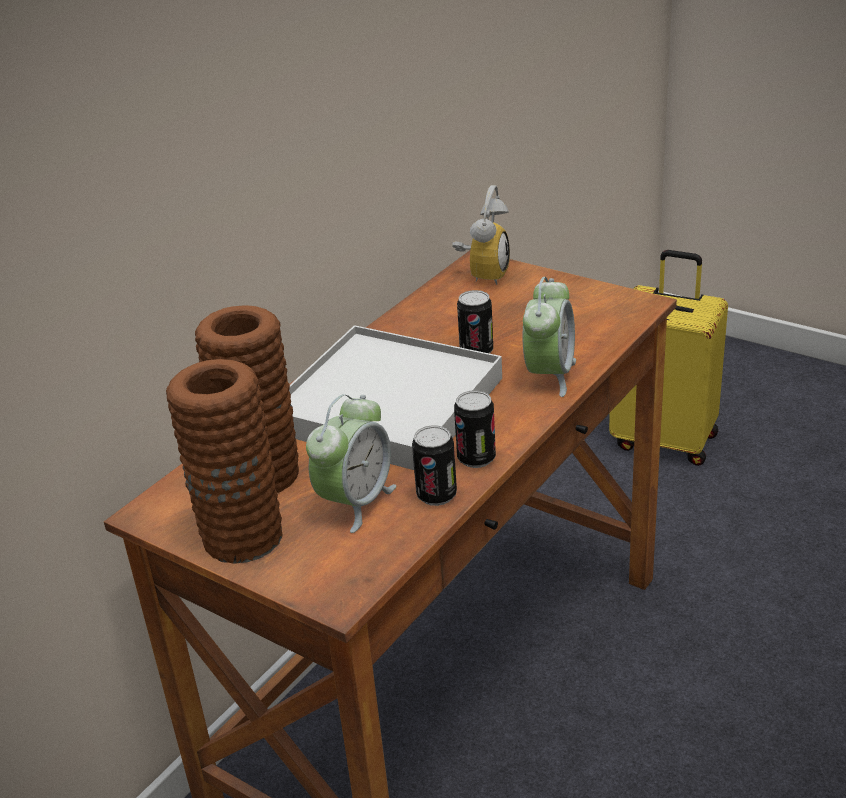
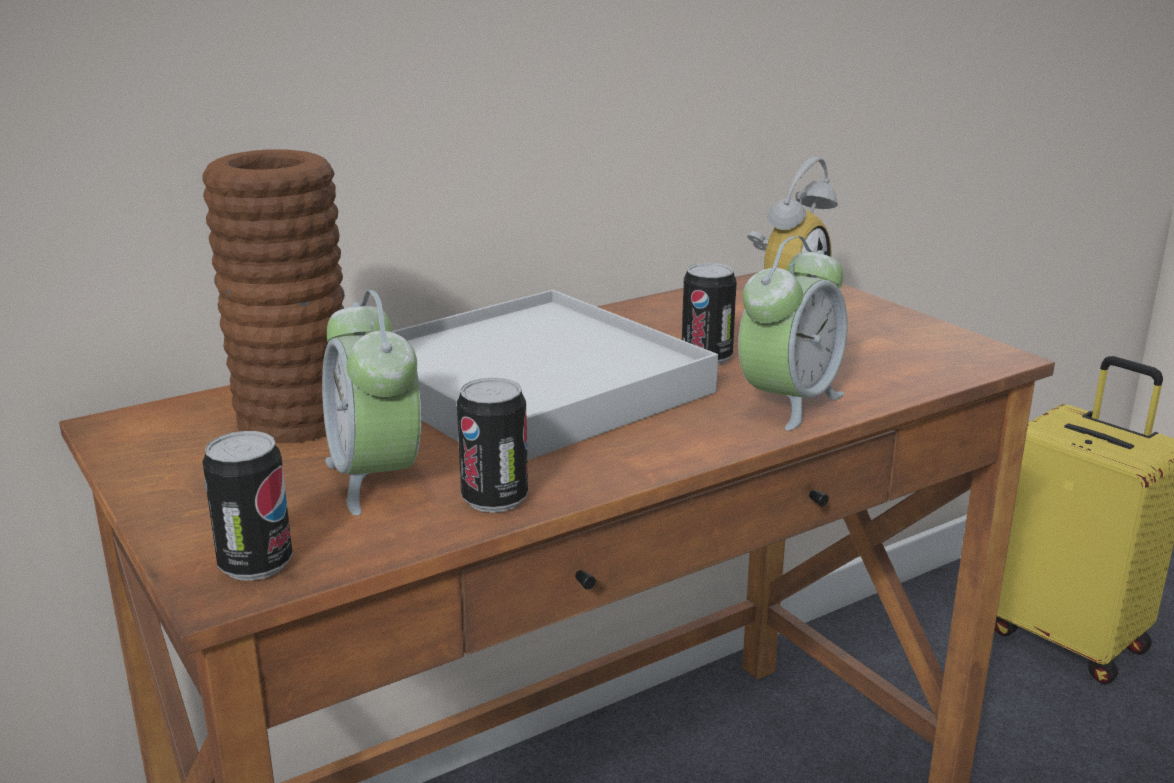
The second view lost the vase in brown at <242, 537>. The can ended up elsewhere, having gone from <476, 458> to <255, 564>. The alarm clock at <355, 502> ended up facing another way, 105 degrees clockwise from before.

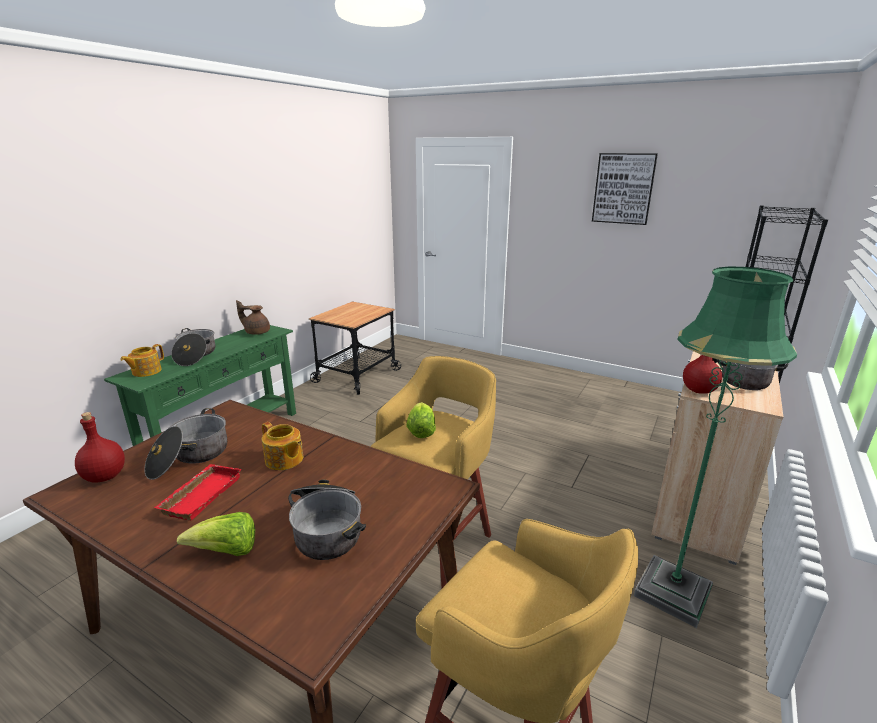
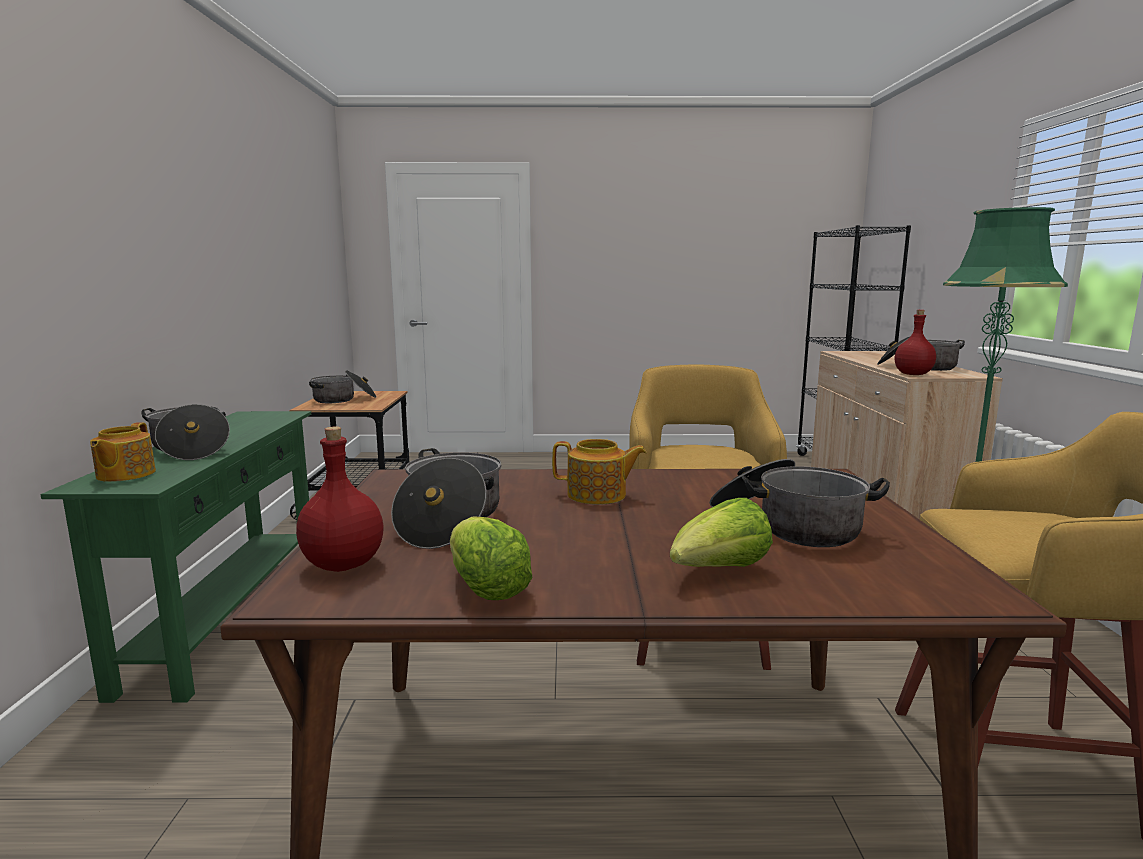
The second view lost the tray in red at <201, 495>. The second view lost the teapot in brown at <256, 332>. The second view lost the picture at <623, 188>. The second view gained the cooking pot at <344, 399>. The lettuce ended up elsewhere, having gone from <421, 431> to <486, 589>.

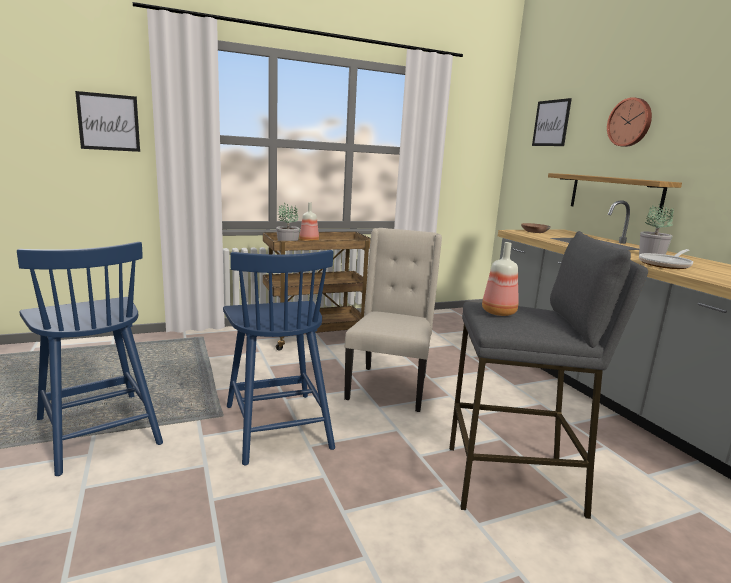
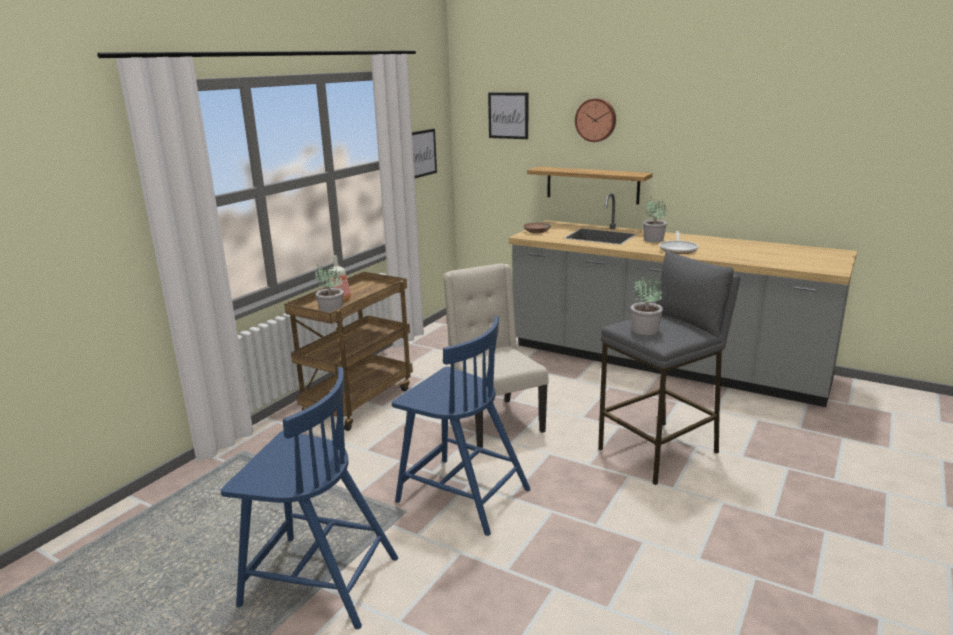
The picture ended up elsewhere, having gone from <109, 122> to <422, 153>. Where the bottle stood at <499, 312>, the potted plant came to stand at <644, 330>.

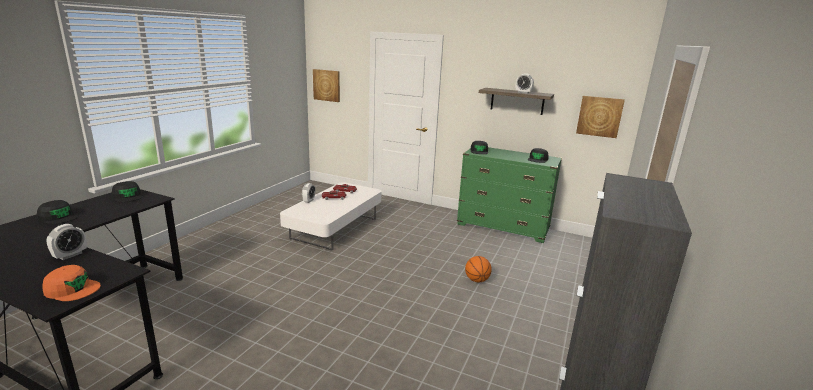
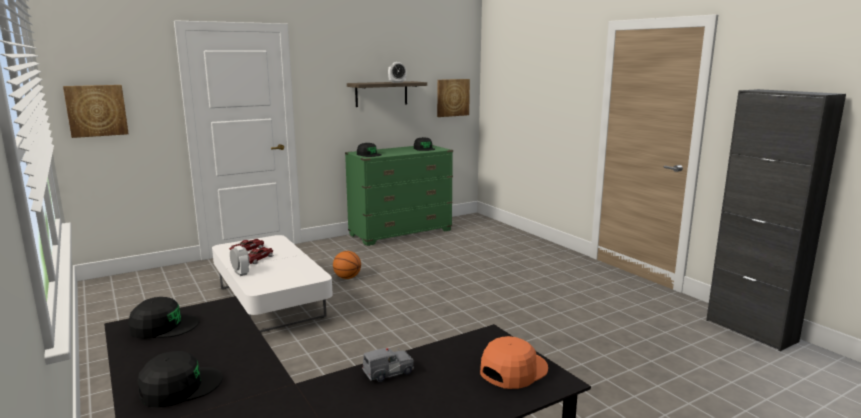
The basketball ended up elsewhere, having gone from <477, 280> to <347, 277>. Where the alarm clock stood at <70, 255>, the toy car in grey came to stand at <389, 373>.

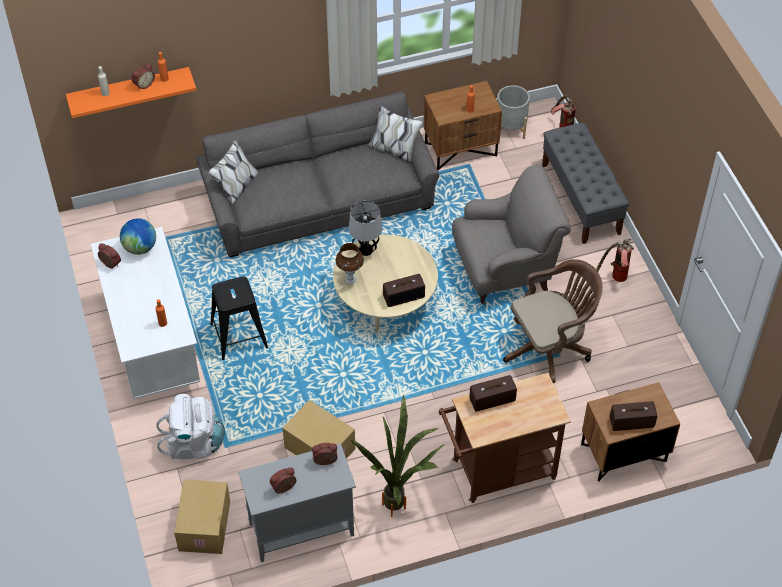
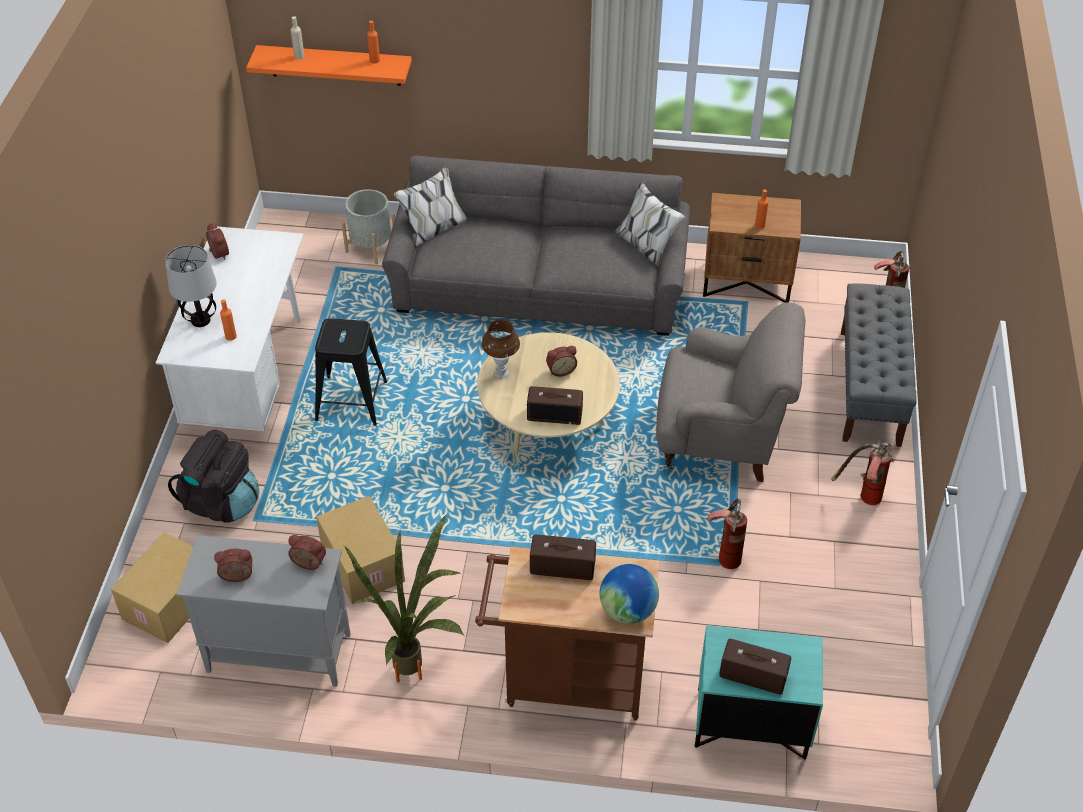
The globe ended up elsewhere, having gone from <140, 247> to <628, 610>. The alarm clock ended up elsewhere, having gone from <143, 84> to <561, 370>. The table lamp ended up elsewhere, having gone from <365, 250> to <201, 320>. The planter in grey ended up elsewhere, having gone from <510, 127> to <371, 247>. Where the office chair in brown stood at <550, 348>, the fire extinguisher came to stand at <726, 552>. What was the backpack in white at <194, 443> turned into the backpack in black at <221, 502>. What was the nightstand in brown at <623, 454> turned into the nightstand in turquoise at <750, 725>.

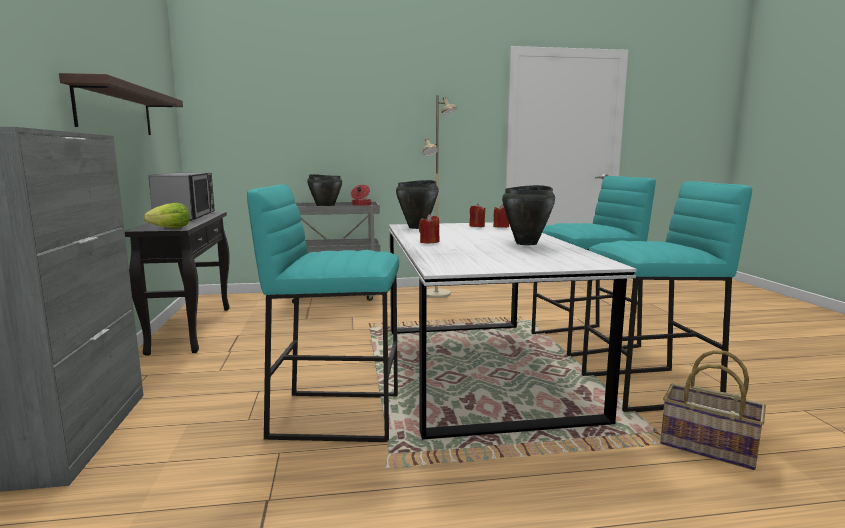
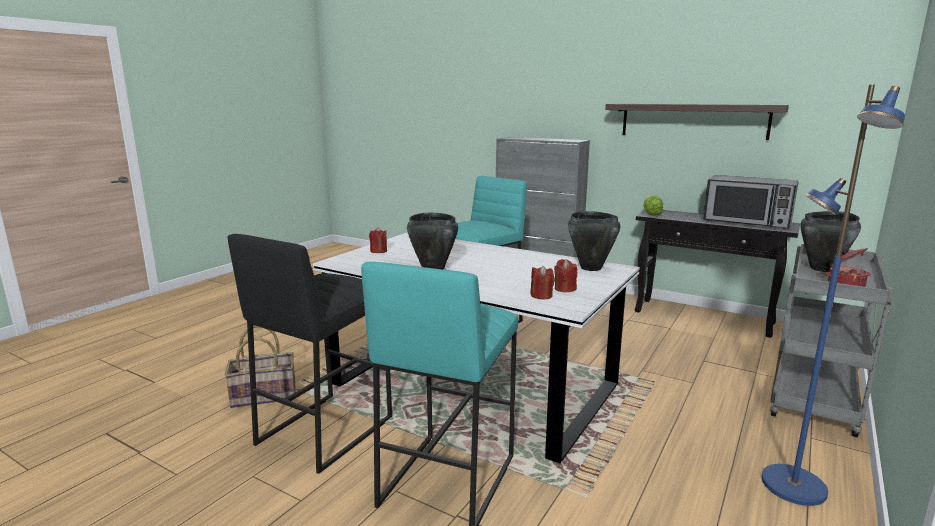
The candle in red ended up elsewhere, having gone from <429, 242> to <378, 251>. What was the floor lamp in beige at <437, 294> turned into the floor lamp in blue at <792, 486>. What was the stool in turquoise at <649, 390> turned into the stool in black at <324, 430>.

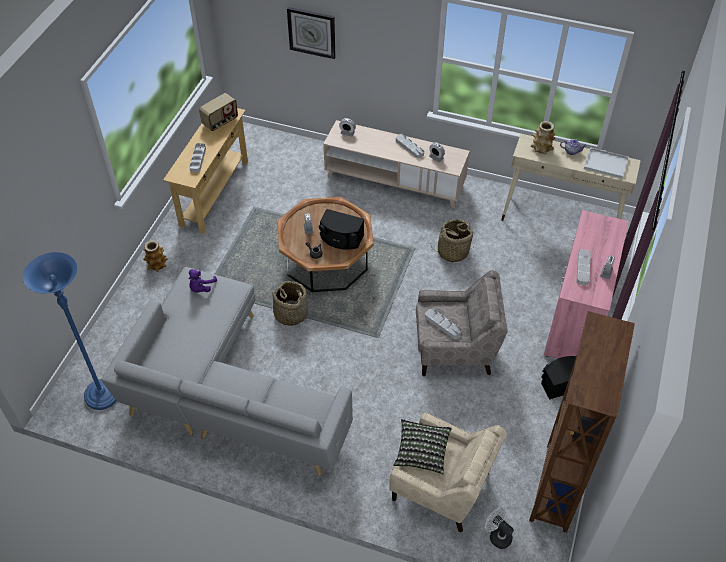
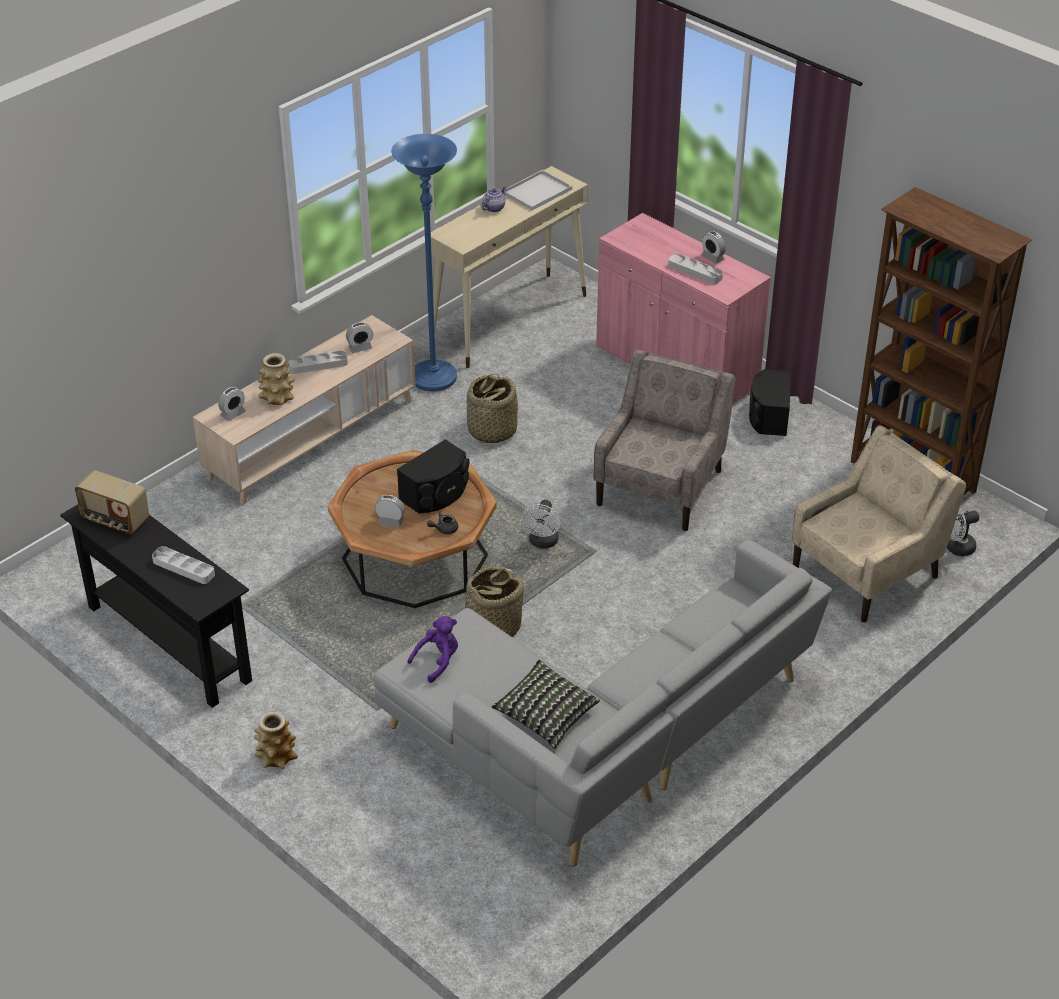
The second view lost the wall clock at <312, 32>. The second view lost the tray in grey at <442, 325>. The second view gained the fan in white at <542, 543>. The floor lamp in blue ended up elsewhere, having gone from <102, 395> to <433, 378>. The pillow ended up elsewhere, having gone from <422, 451> to <546, 715>. The vase ended up elsewhere, having gone from <541, 148> to <277, 398>. What was the console table in beige at <214, 193> turned into the console table in black at <168, 644>. The plush toy in purple at <201, 288> ended up facing another way, 90 degrees counterclockwise from before. The radio at <220, 122> ended up facing another way, 135 degrees clockwise from before.

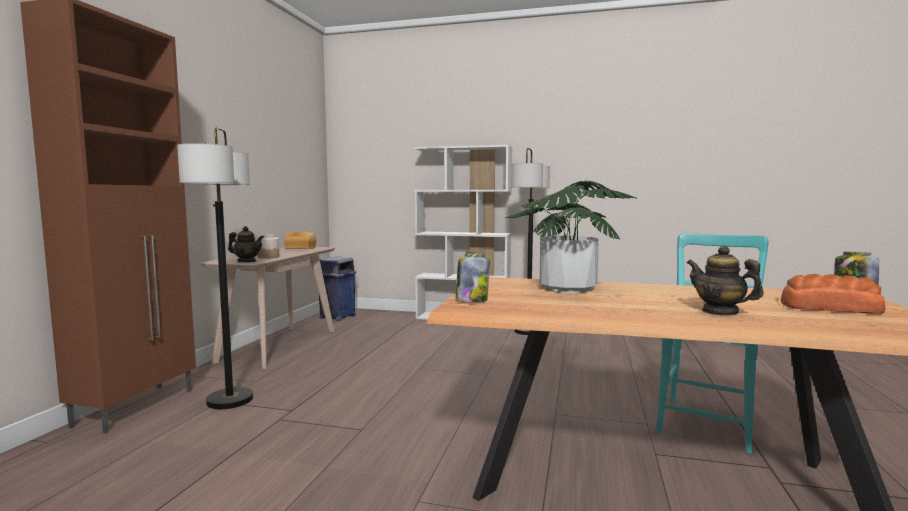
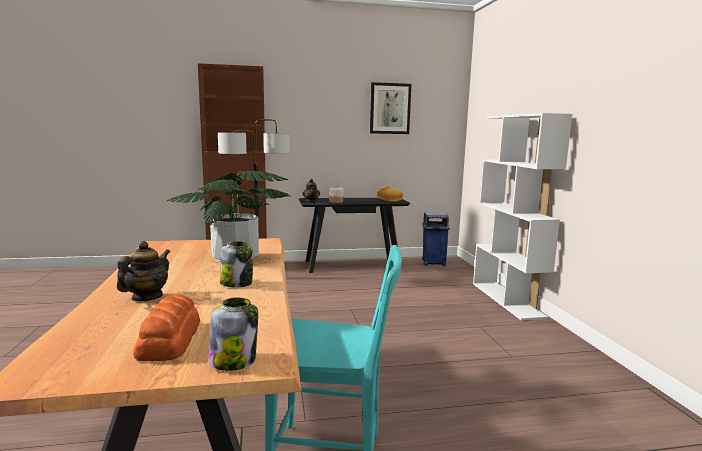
The second view lost the floor lamp at <528, 331>. The second view gained the picture at <390, 108>. The jar ended up elsewhere, having gone from <471, 300> to <237, 283>. What was the console table in beige at <279, 345> turned into the console table in black at <352, 265>.

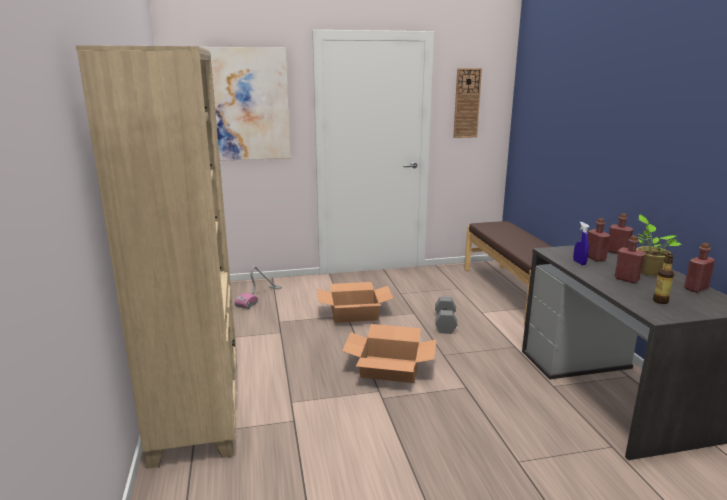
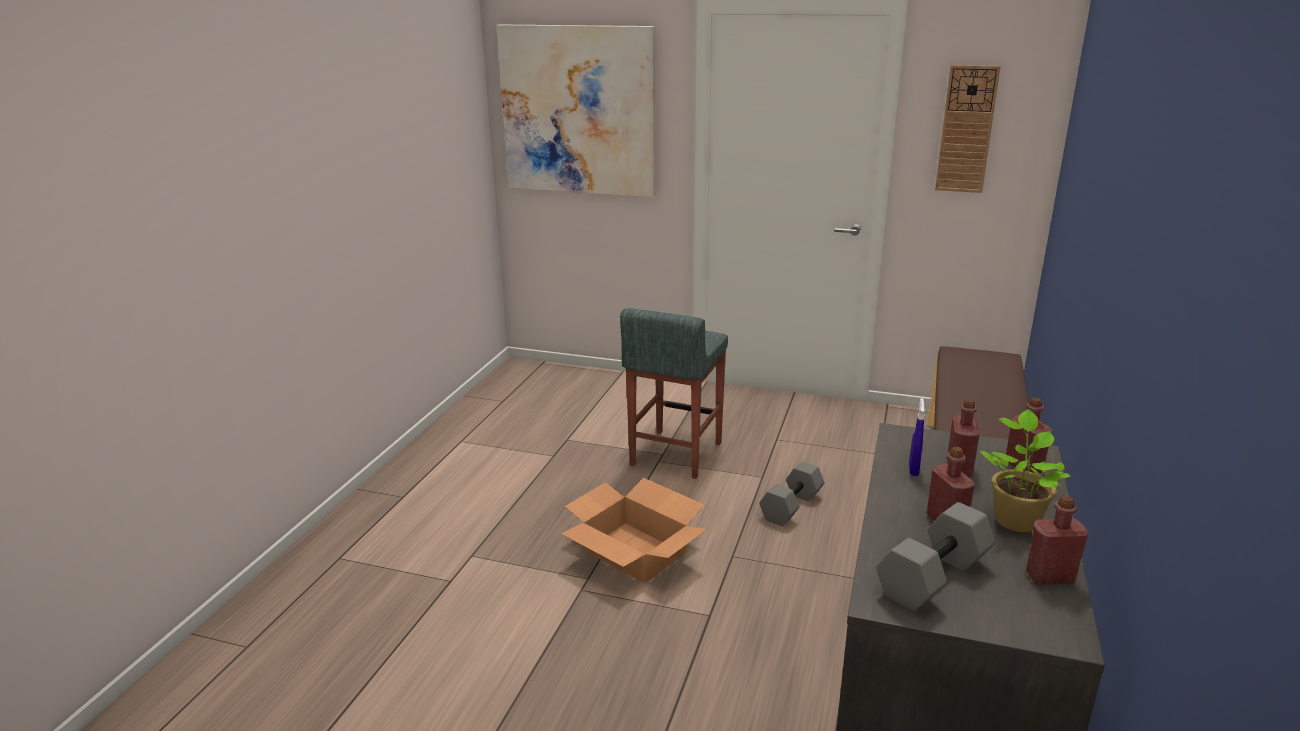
The second view lost the bookcase in beige at <199, 410>. The second view lost the vacuum cleaner at <259, 297>. Where the cardboard box stood at <354, 313>, the stool in grey came to stand at <675, 454>. Where the bottle stood at <660, 301>, the dumbbell in grey came to stand at <934, 579>.

